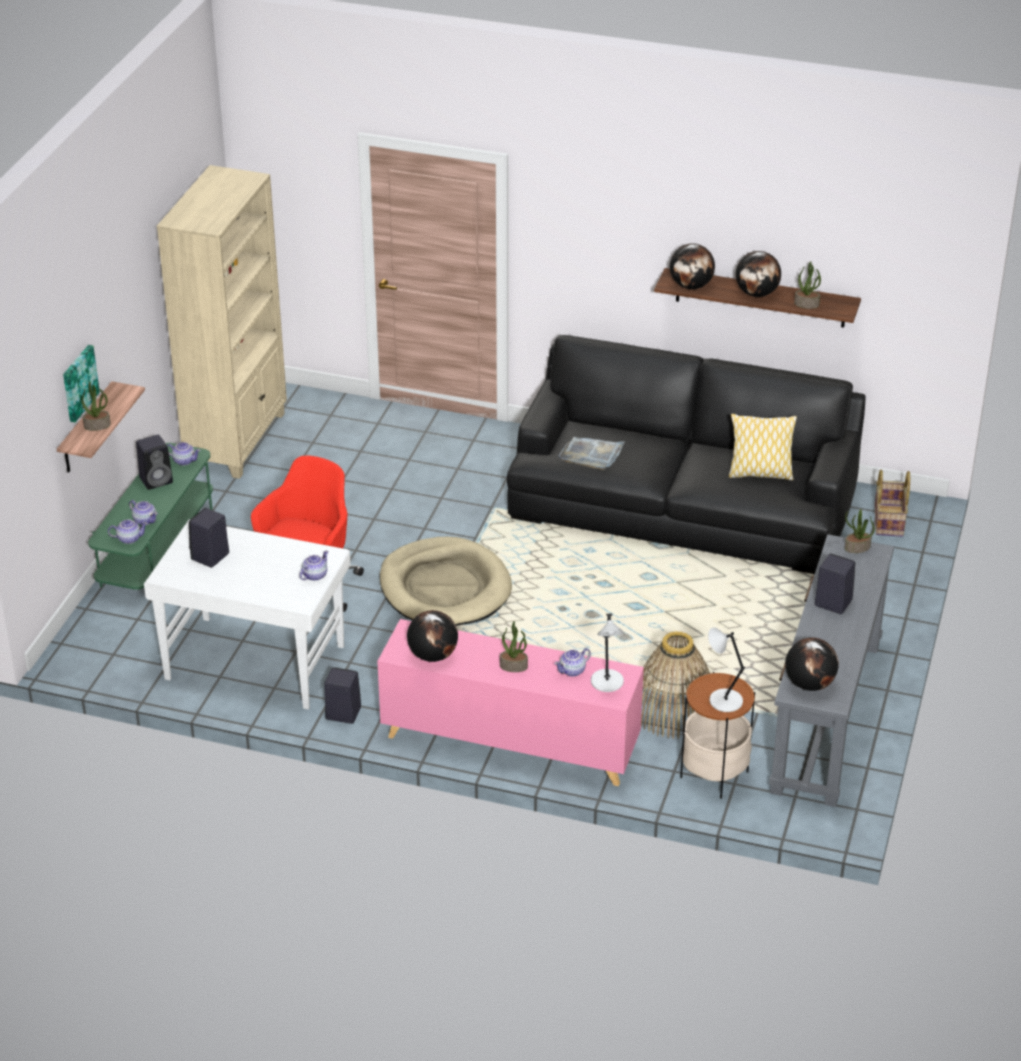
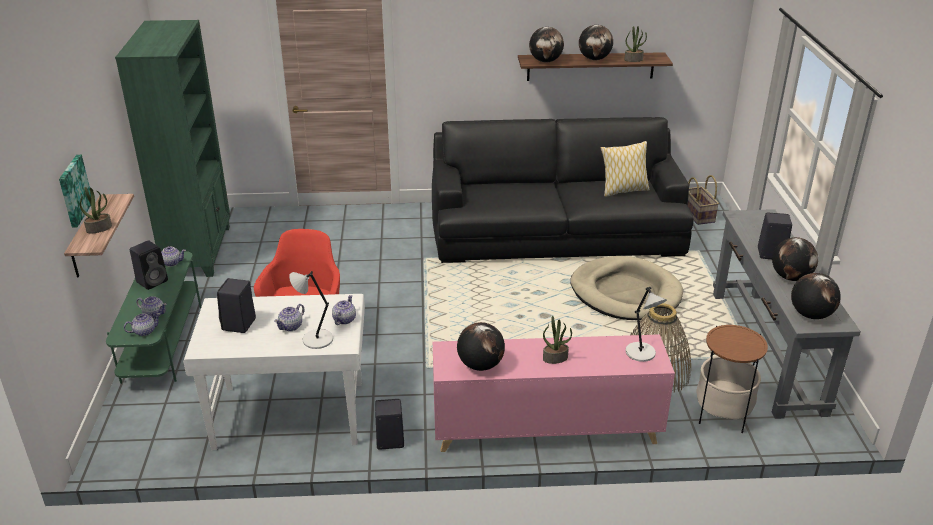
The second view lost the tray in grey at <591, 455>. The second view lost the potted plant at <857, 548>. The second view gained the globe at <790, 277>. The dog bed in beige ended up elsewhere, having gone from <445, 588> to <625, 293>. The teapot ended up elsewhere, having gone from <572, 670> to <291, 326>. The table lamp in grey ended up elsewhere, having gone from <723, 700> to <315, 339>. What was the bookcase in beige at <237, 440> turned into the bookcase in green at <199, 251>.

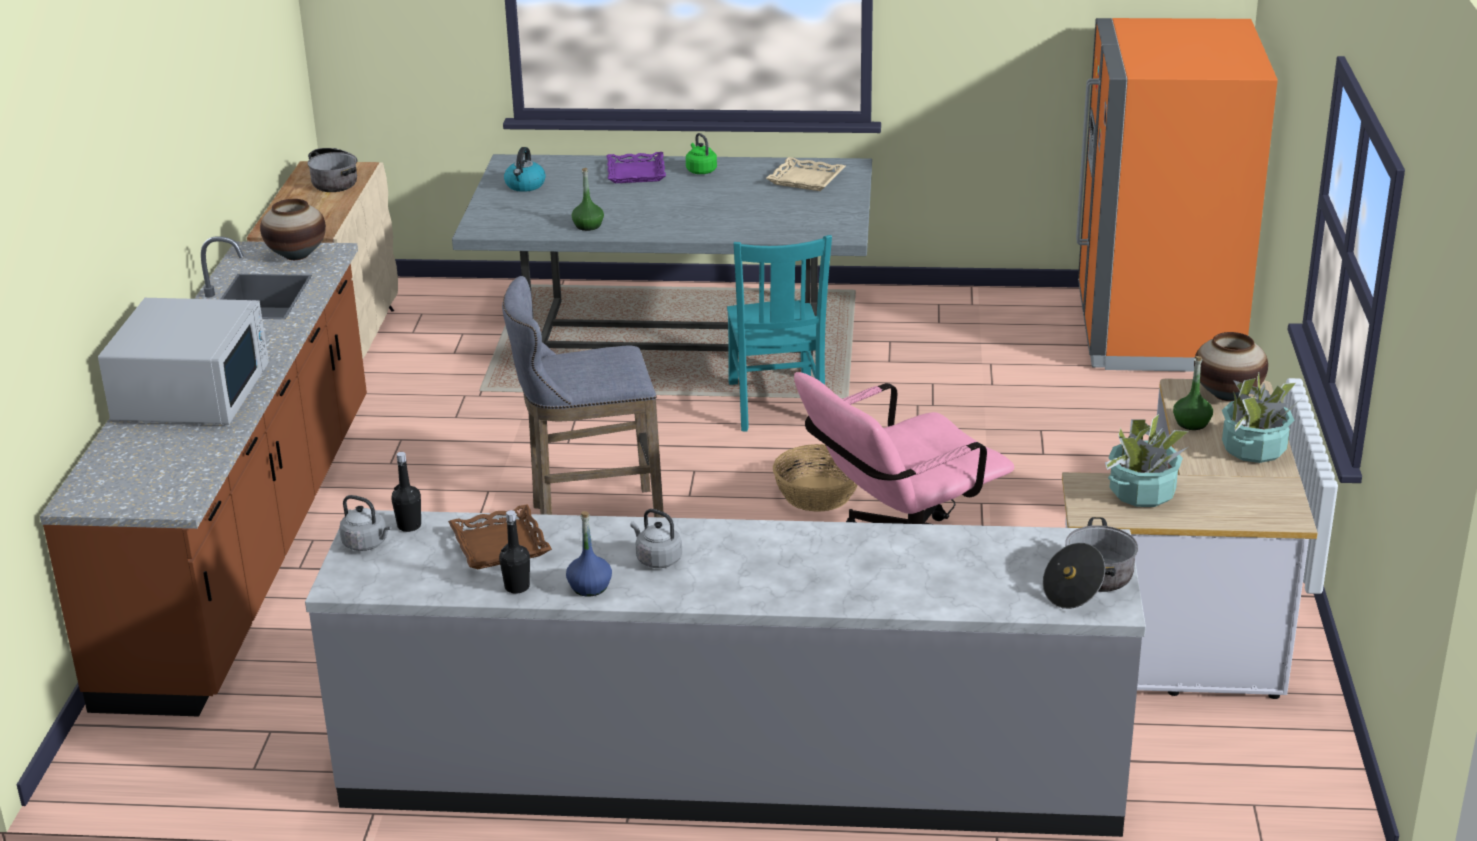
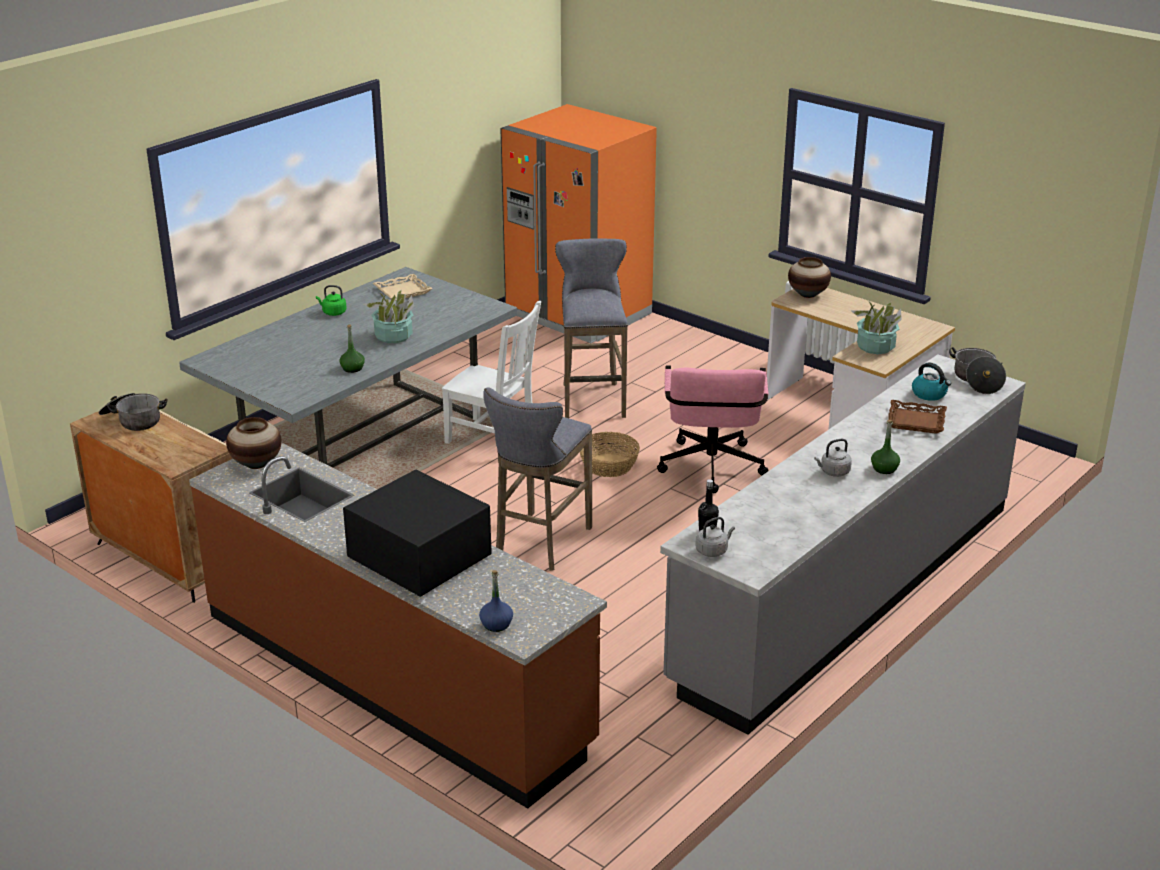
The second view lost the bottle in black at <517, 587>. The second view lost the tray in purple at <635, 173>. The second view gained the stool in grey at <592, 398>. The tray in brown ended up elsewhere, having gone from <501, 545> to <916, 421>. The kettle ended up elsewhere, having gone from <525, 185> to <929, 394>. The bottle in blue ended up elsewhere, having gone from <590, 587> to <496, 624>. The bottle in green ended up elsewhere, having gone from <1191, 423> to <884, 468>. The potted plant ended up elsewhere, having gone from <1254, 449> to <393, 336>. What was the microwave in white at <193, 392> turned into the microwave in black at <418, 557>. What was the chair in turquoise at <776, 405> turned into the chair in white at <494, 440>.

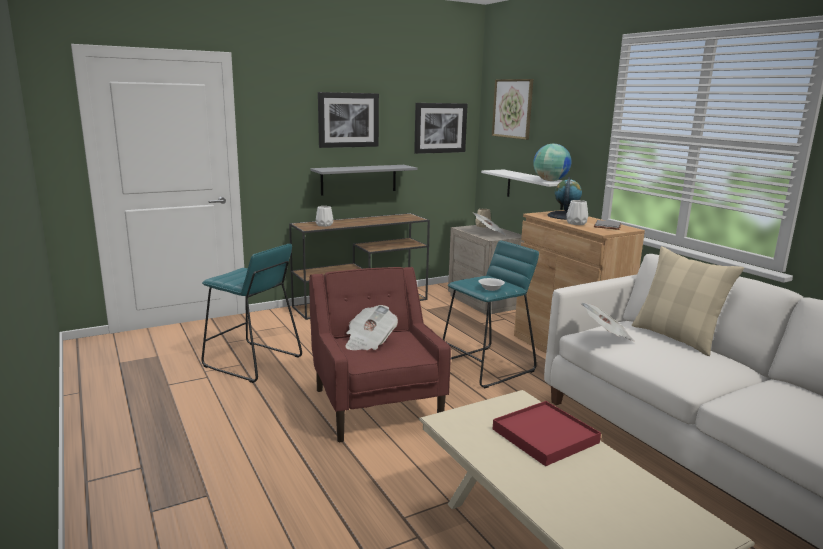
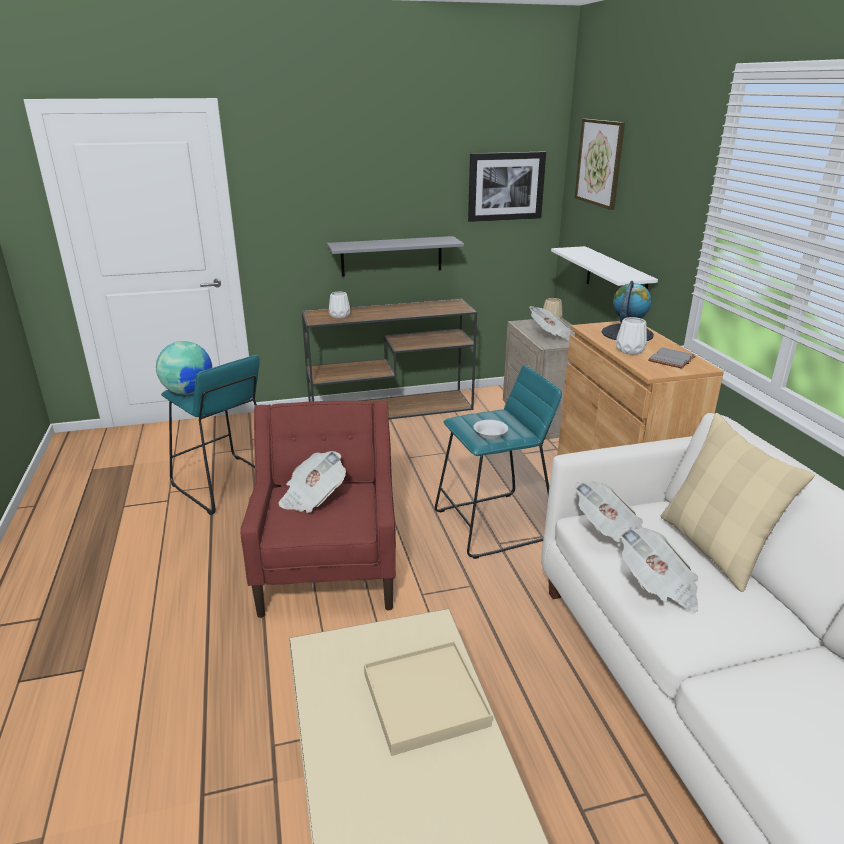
The second view lost the picture at <348, 120>. The second view gained the newspaper at <658, 586>. The globe ended up elsewhere, having gone from <550, 181> to <188, 392>. What was the tray in red at <545, 436> turned into the tray in beige at <425, 700>.

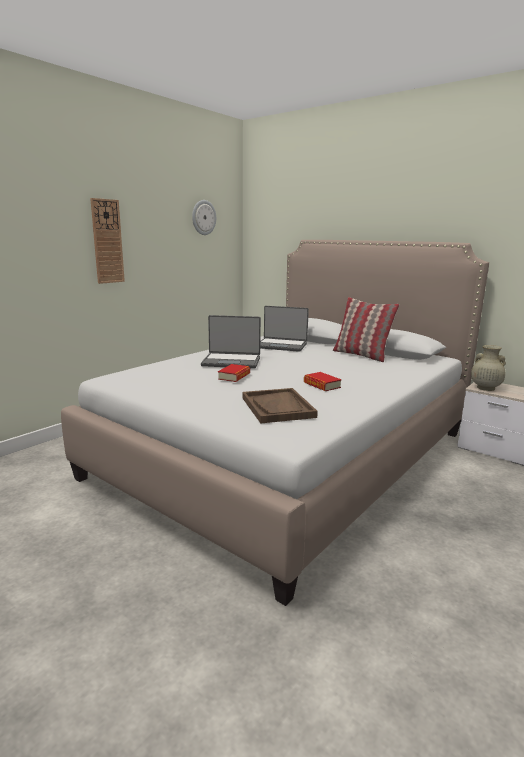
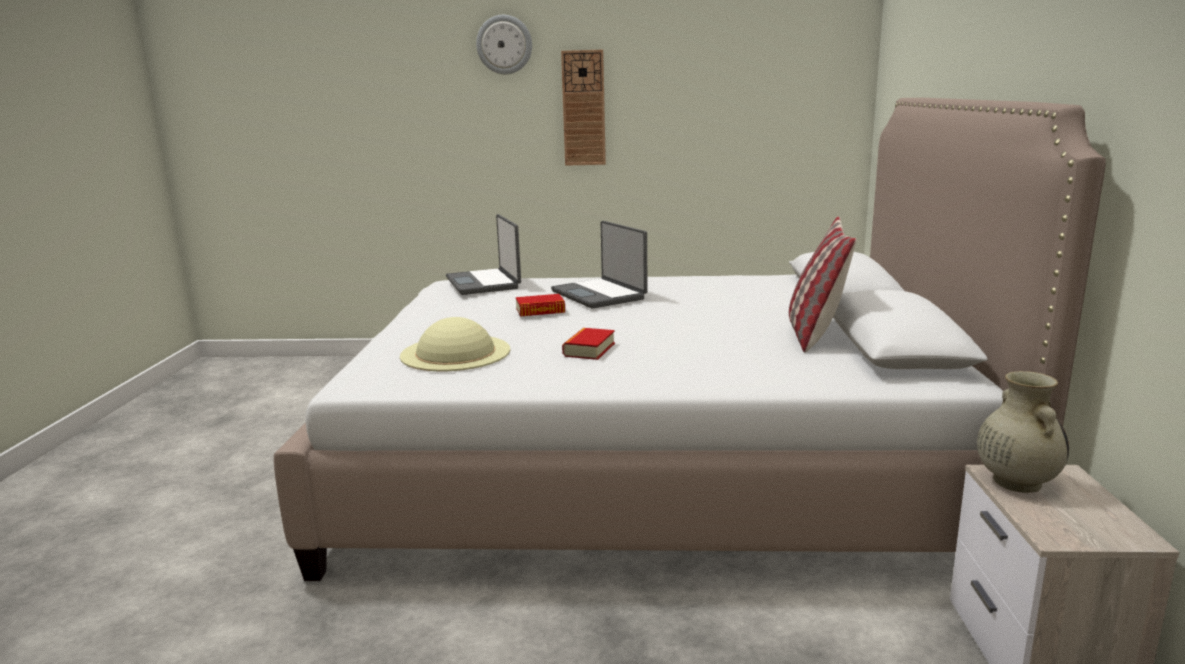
The wall clock ended up elsewhere, having gone from <203, 217> to <504, 44>. The laptop ended up elsewhere, having gone from <281, 345> to <484, 283>. Where the tray in brown stood at <278, 407>, the hat in beige came to stand at <455, 352>.

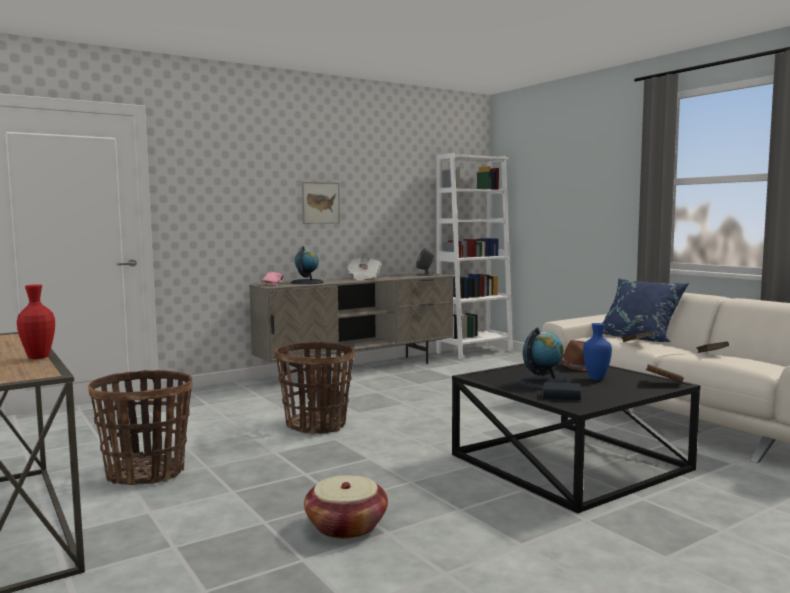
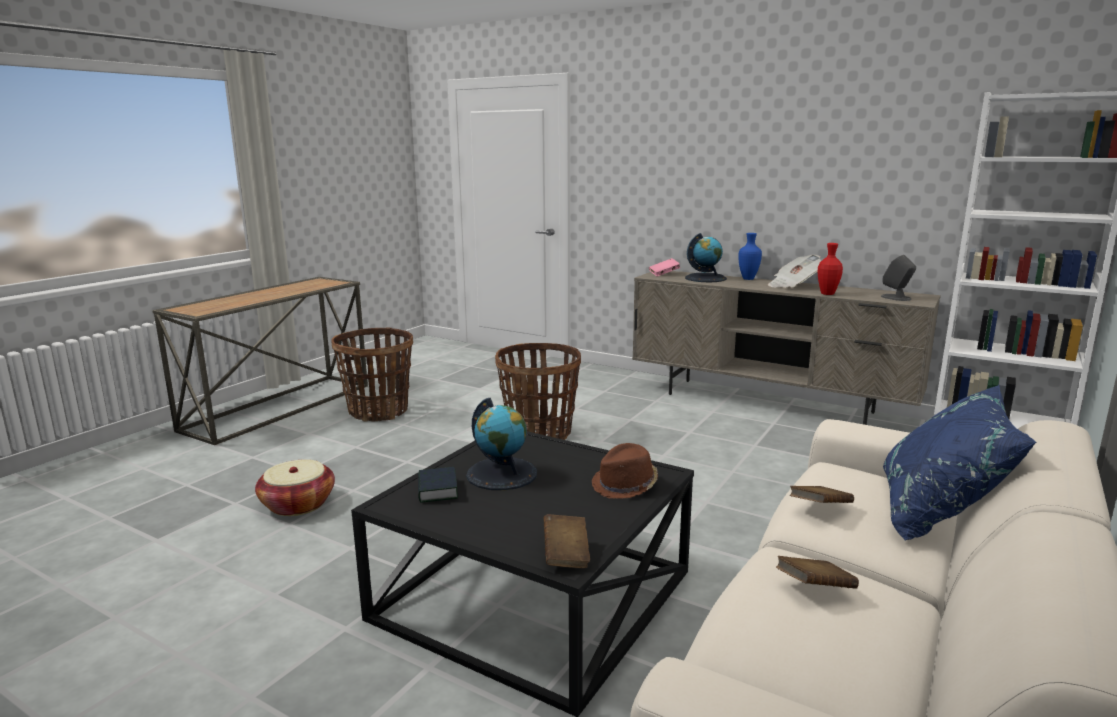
The second view lost the picture at <320, 203>. The vase in red ended up elsewhere, having gone from <38, 357> to <827, 294>. The vase in blue ended up elsewhere, having gone from <595, 378> to <748, 279>.

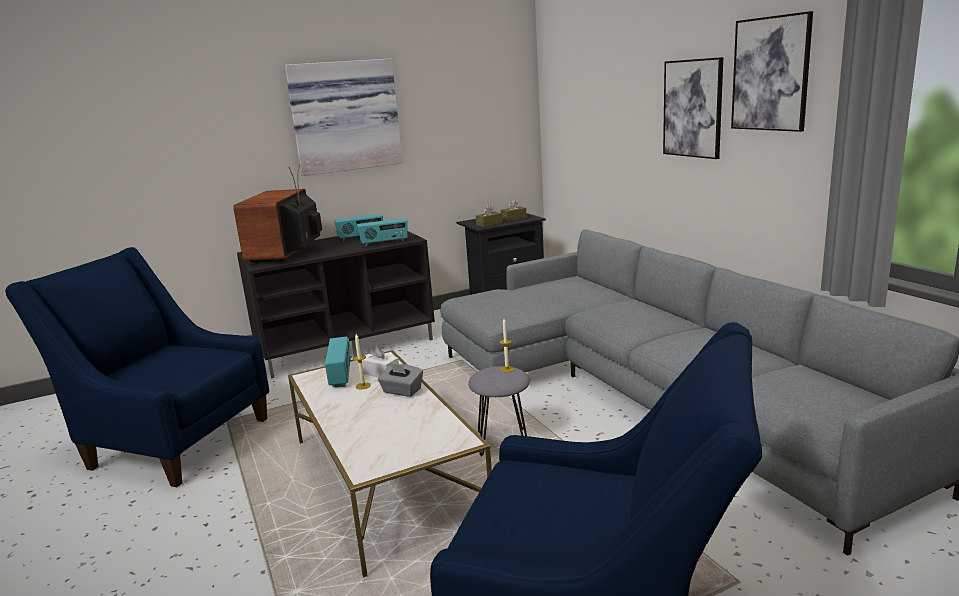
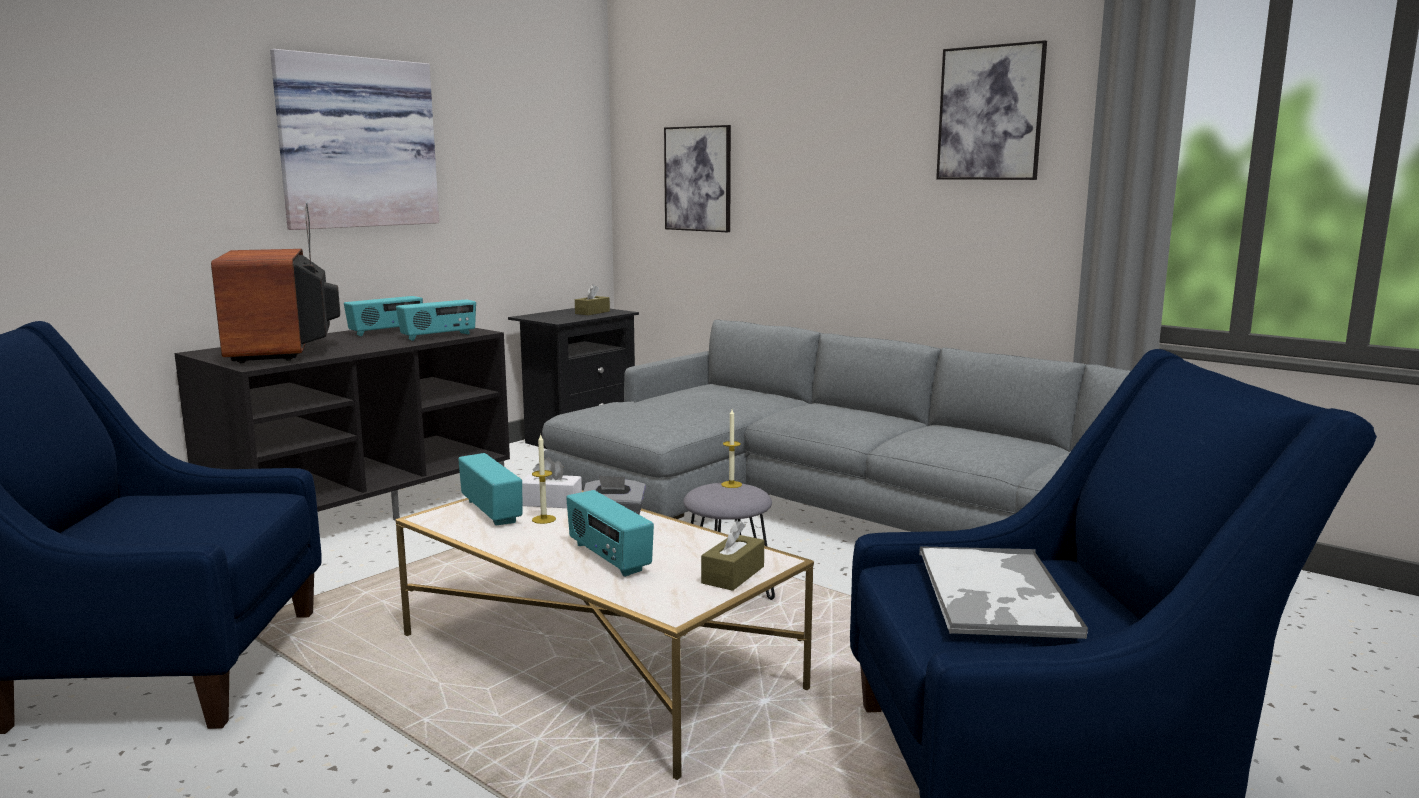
The second view gained the radio at <608, 558>. The second view gained the tray at <996, 594>. The tissue box in brown ended up elsewhere, having gone from <489, 224> to <733, 575>. The picture ended up elsewhere, having gone from <693, 108> to <698, 179>.

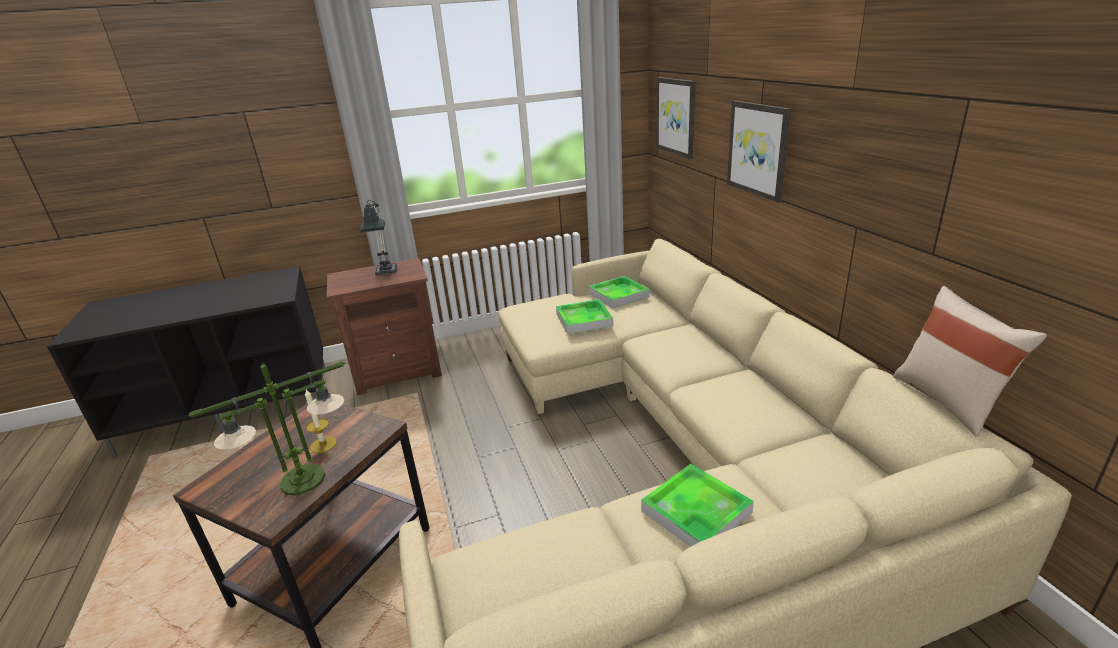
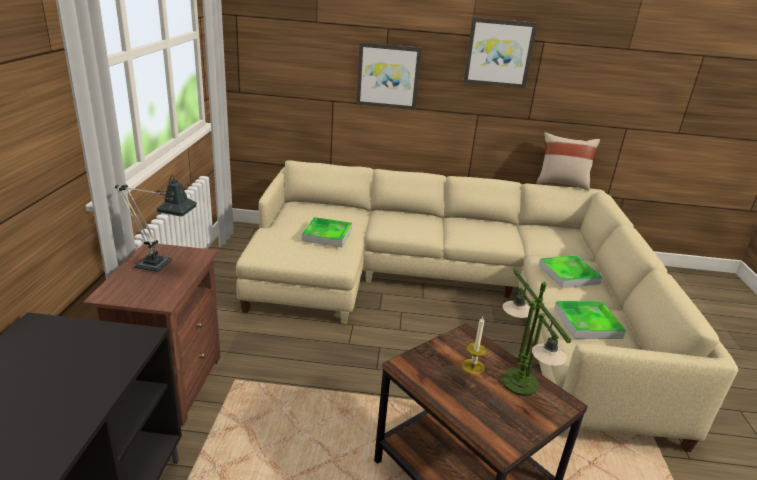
The tray ended up elsewhere, having gone from <618, 295> to <587, 323>. The picture ended up elsewhere, having gone from <676, 116> to <499, 53>.

